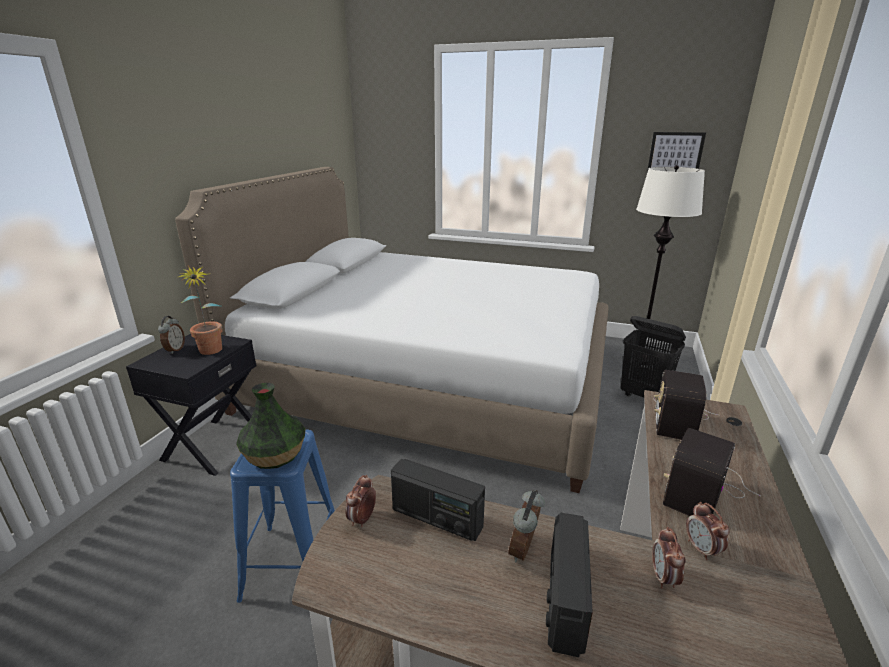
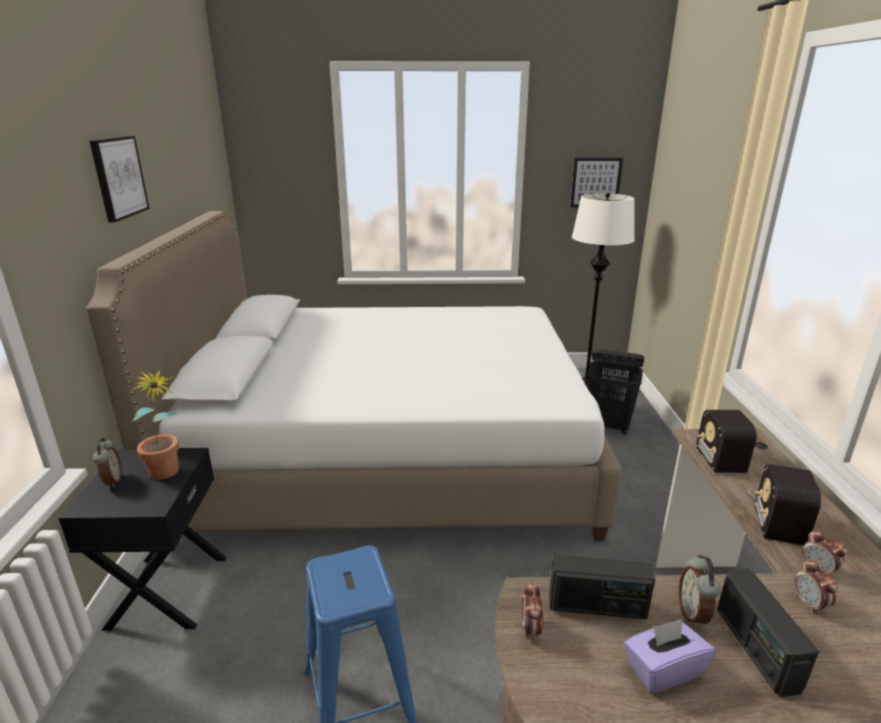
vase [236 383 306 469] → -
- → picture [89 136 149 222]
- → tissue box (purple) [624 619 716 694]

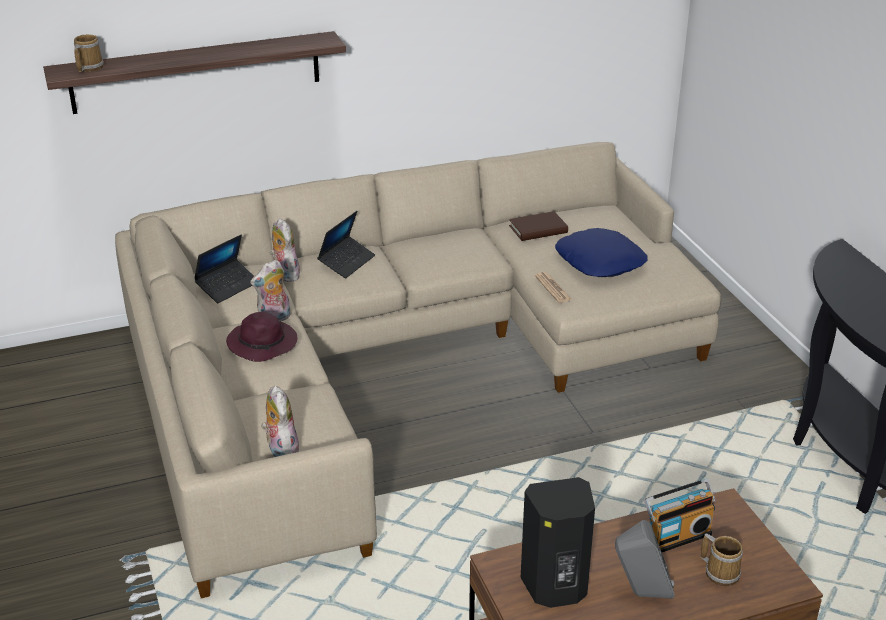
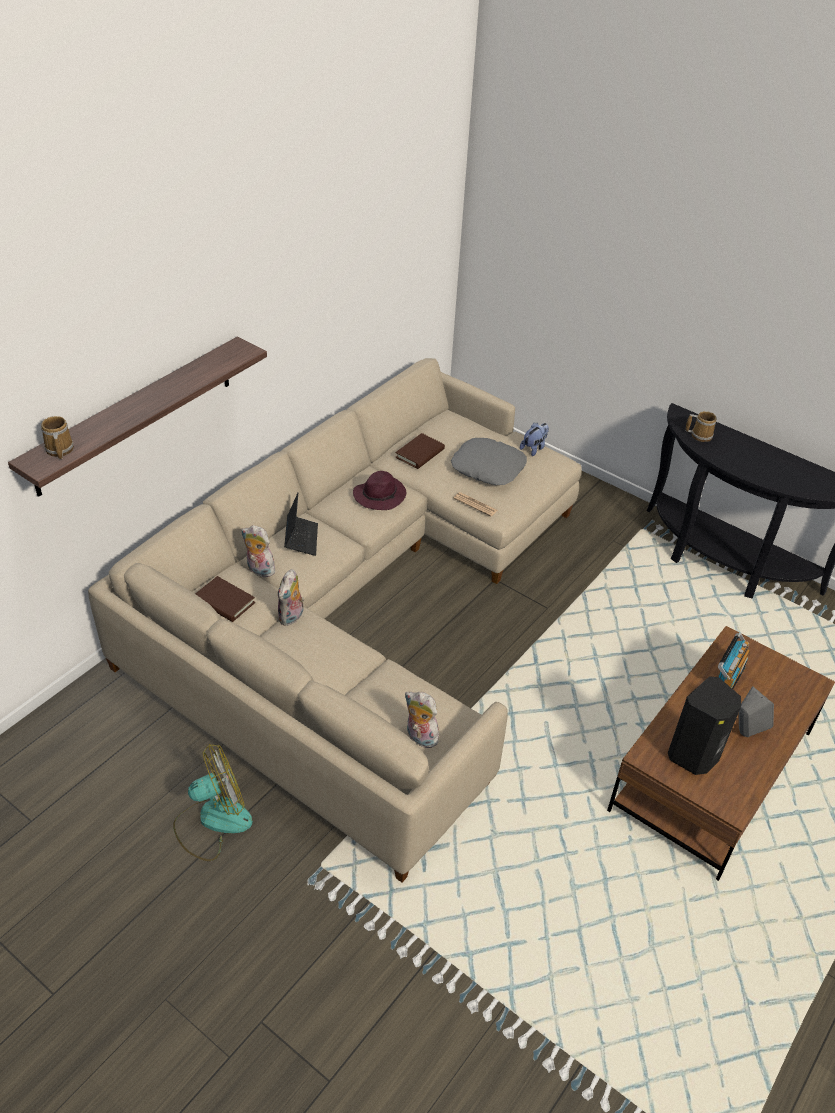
- → fan [173 744 253 861]
- → plush toy [520 423 549 456]
hat (purple) [226 312 297 362] → hat (purple) [353 471 406 510], shifted
mug [701 534 743 586] → mug [685 411 717 442], shifted
laptop [195 235 254 303] → book (brown) [196 576 255 622]
pillow (blue) [555 228 648 277] → pillow (grey) [451 438 527 485]

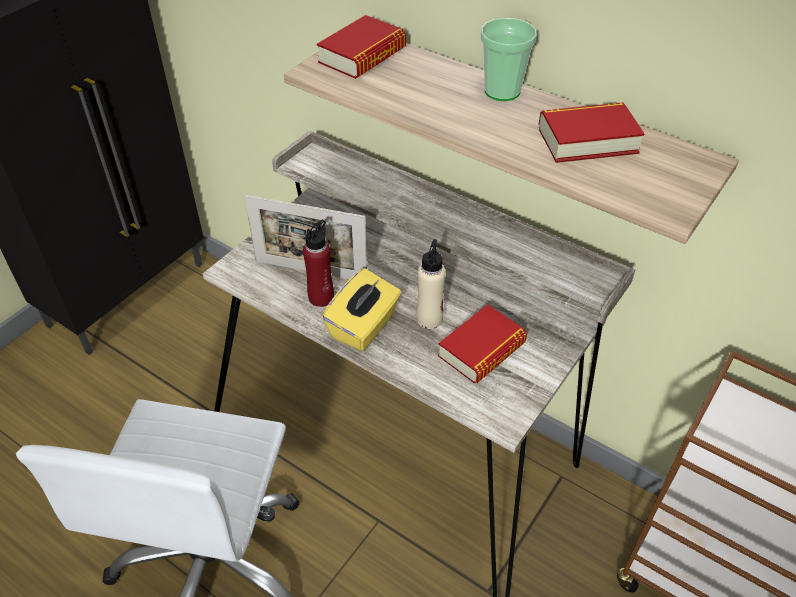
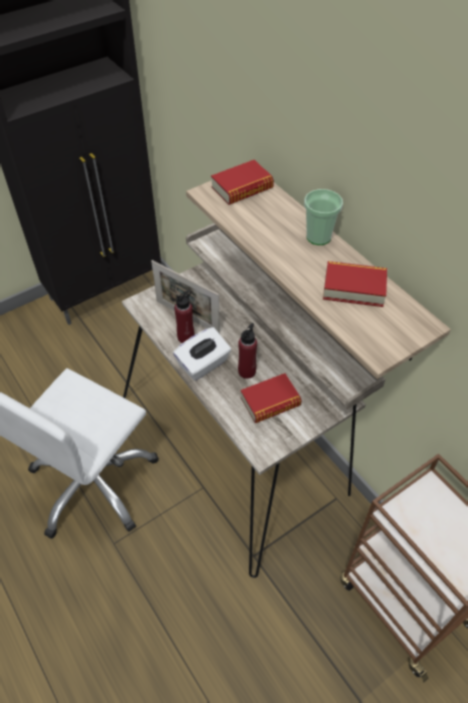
tissue box (yellow) [322 268 401 351] → tissue box (white) [173 327 231 381]
bottle (beige) [416 239 446 329] → bottle (red) [238 323 257 379]

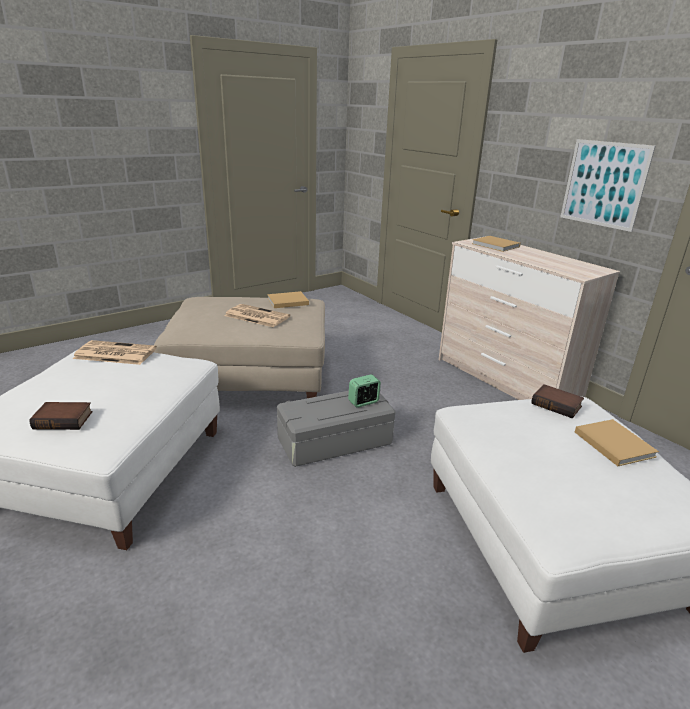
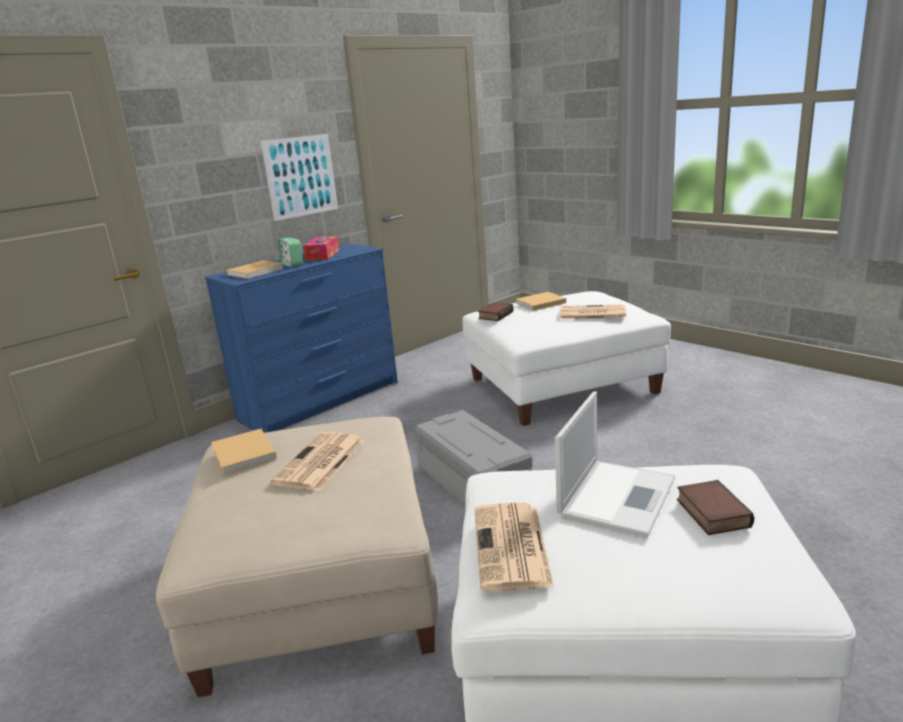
- → tissue box [303 236 340 261]
- → laptop [555 391 675 538]
- → newspaper [560 304 626 319]
alarm clock [348 374 381 408] → alarm clock [278 238 303 267], shifted
dresser (beige) [439 237 620 400] → dresser (blue) [205 243 398 433]

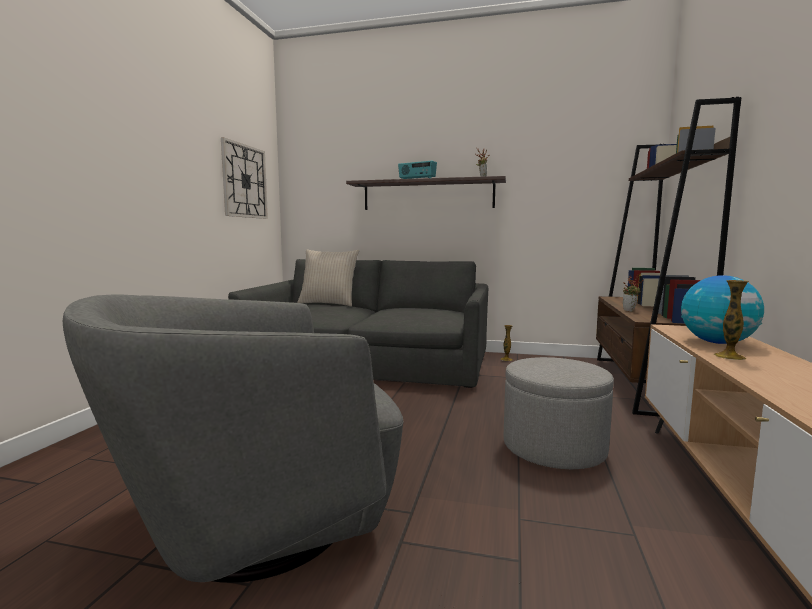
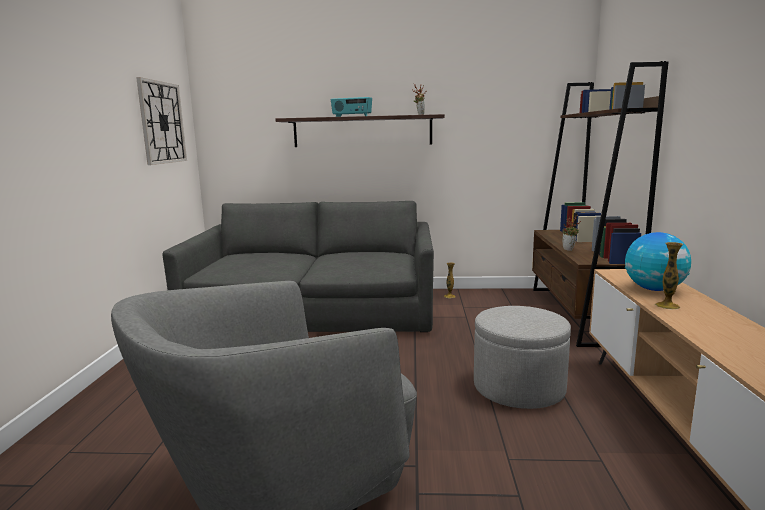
pillow (beige) [297 250 359 307] → -

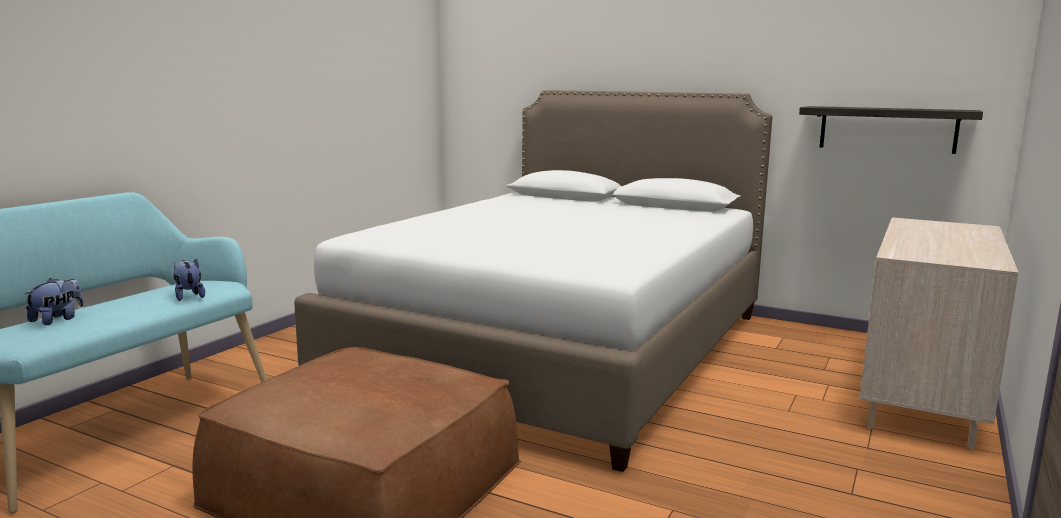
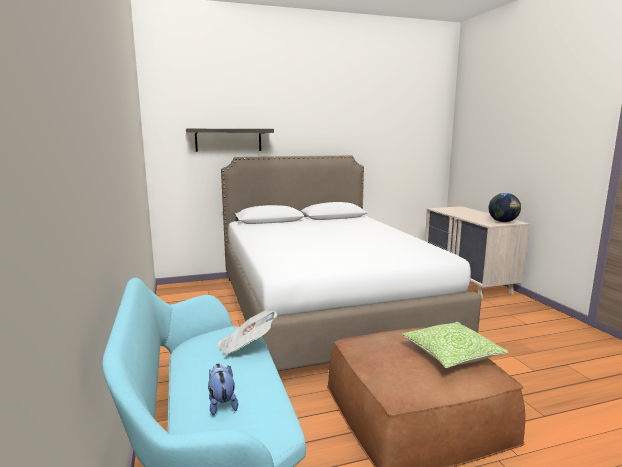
- → pillow [401 322 509 368]
- → globe [489 193 521 222]
shelf [799 106 983 154] → shelf [186 129 274 152], shifted
plush toy [173 259 205 301] → newspaper [217 310 277 356]

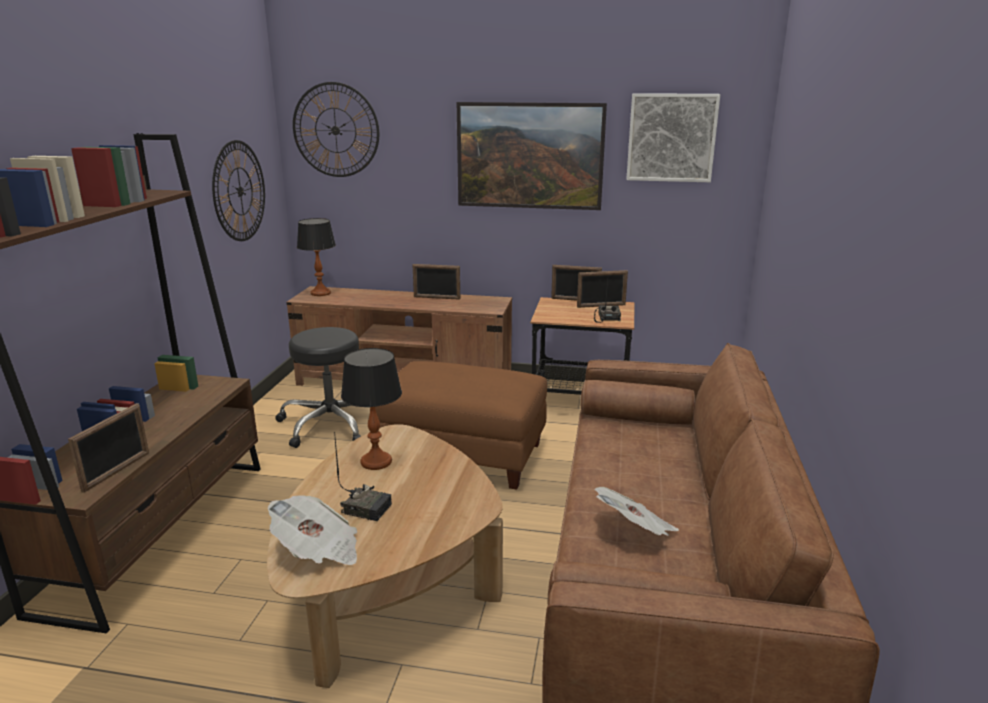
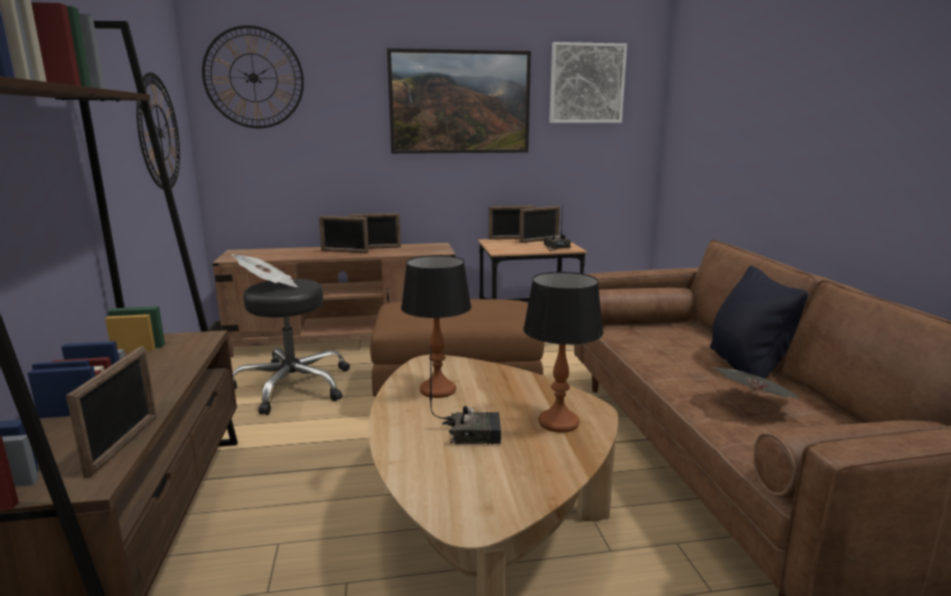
- → picture frame [319 216 369 253]
- → pillow (black) [710 266 808 379]
newspaper [268 495 357 565] → newspaper [232 254 298 287], shifted
table lamp [297 218 336 296] → table lamp [523 272 603 432], shifted

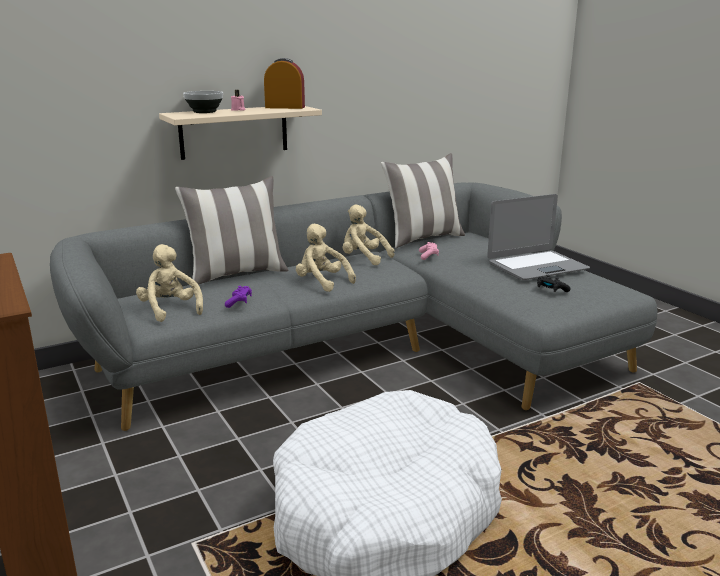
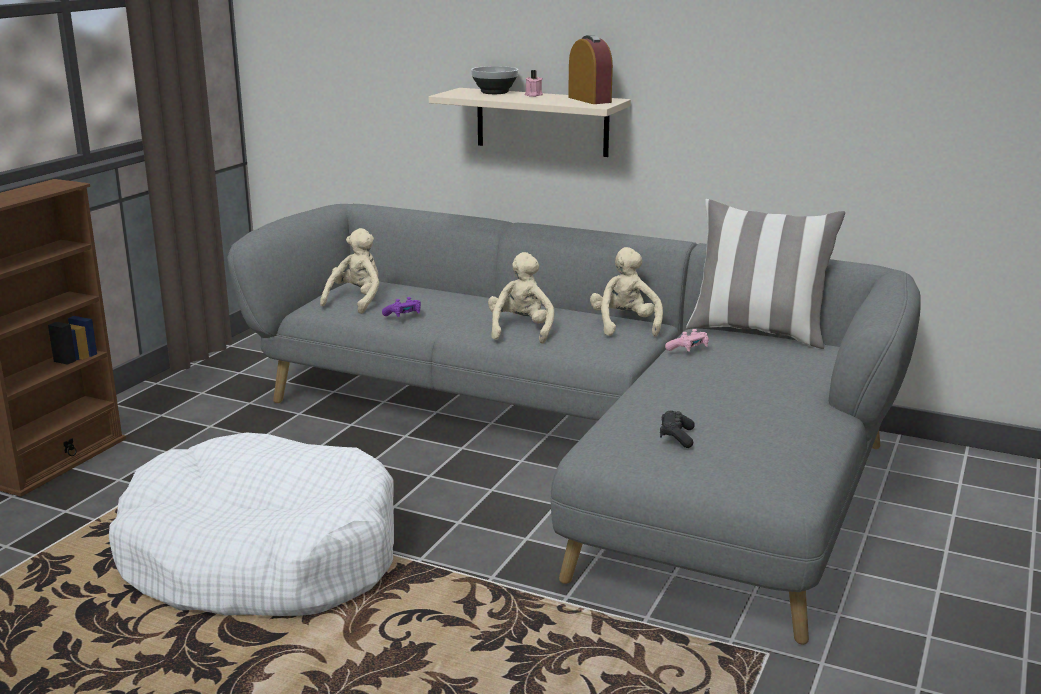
pillow [175 176 288 285] → -
laptop [487 194 590 280] → -

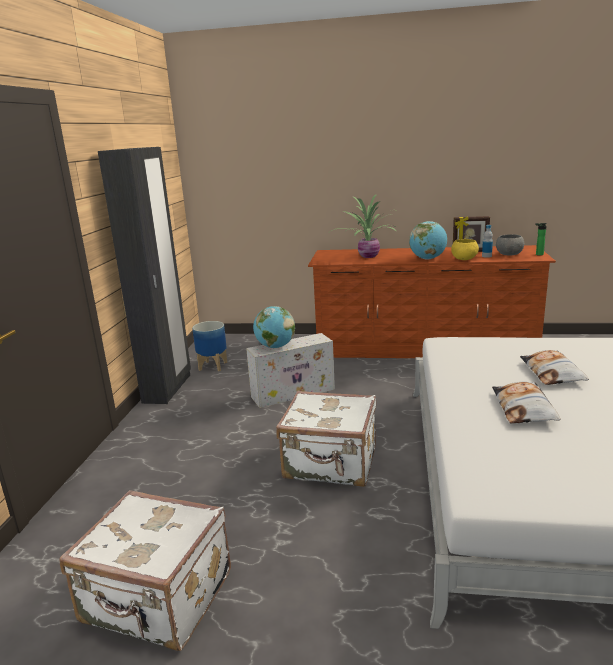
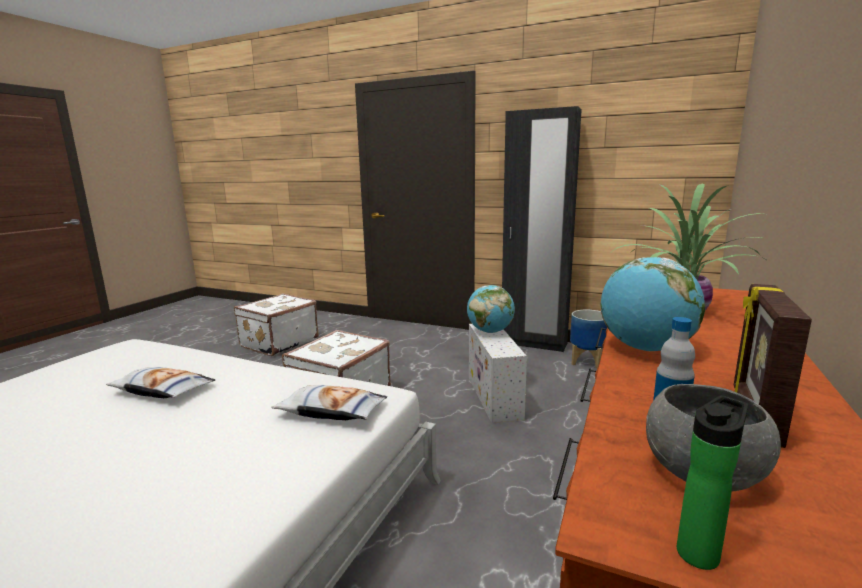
bowl (yellow) [451 239 479 260] → -
pillow [520 350 589 385] → pillow [271 385 387 420], shifted

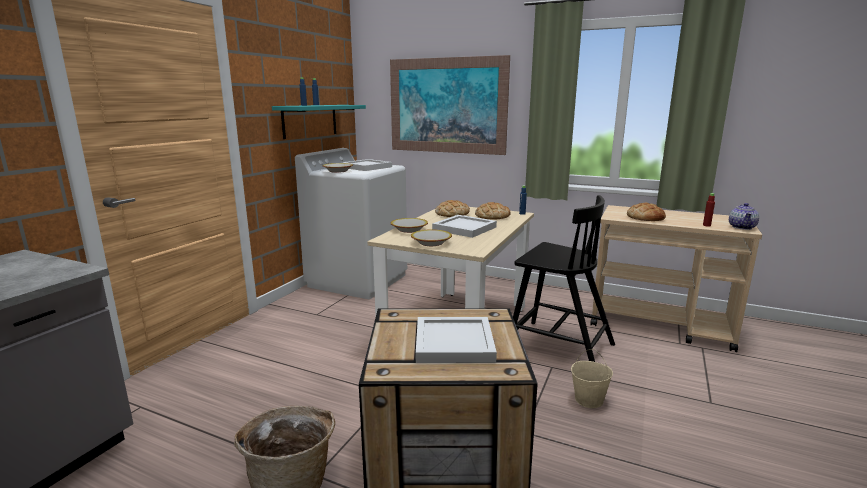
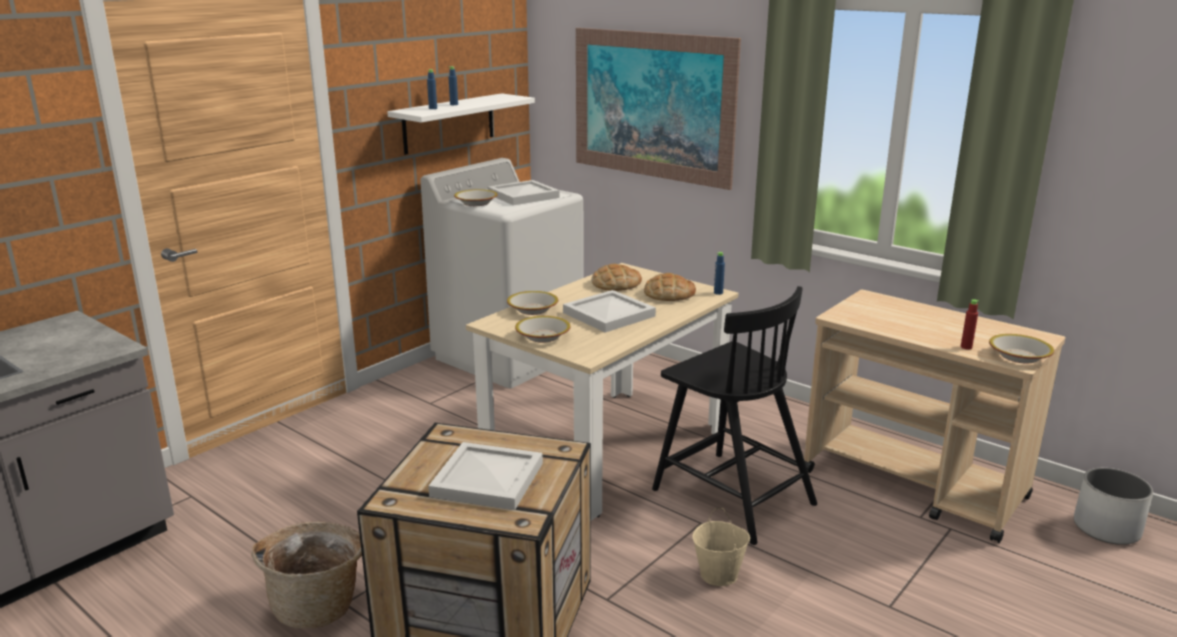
bread [627 203 666 221] → -
- → planter (white) [1074 468 1153 545]
teapot [729 203 759 230] → bowl [989 334 1054 364]
shelf (turquoise) [272 105 366 139] → shelf (white) [387 93 535 155]

